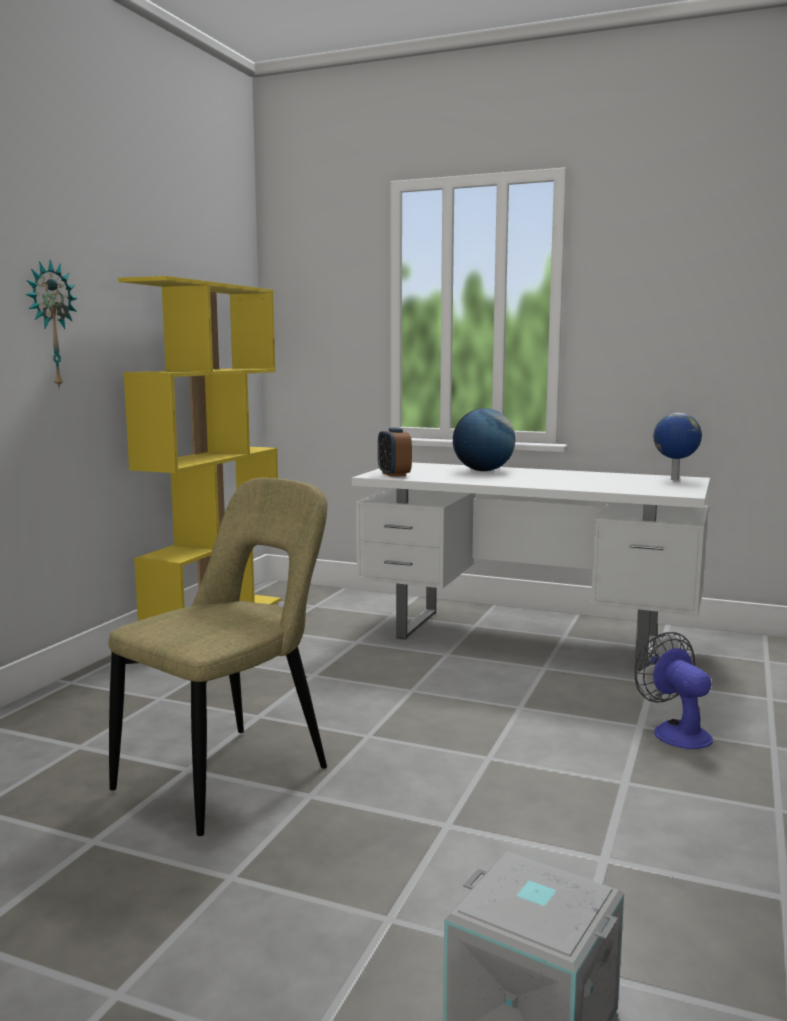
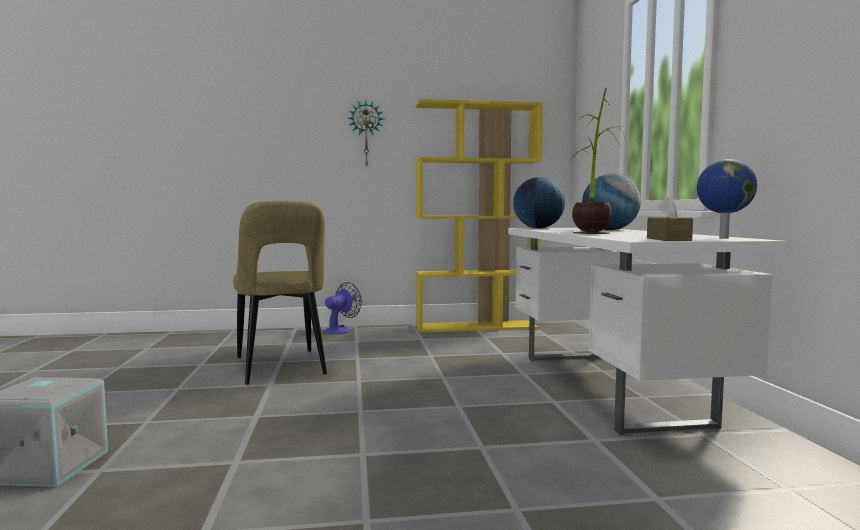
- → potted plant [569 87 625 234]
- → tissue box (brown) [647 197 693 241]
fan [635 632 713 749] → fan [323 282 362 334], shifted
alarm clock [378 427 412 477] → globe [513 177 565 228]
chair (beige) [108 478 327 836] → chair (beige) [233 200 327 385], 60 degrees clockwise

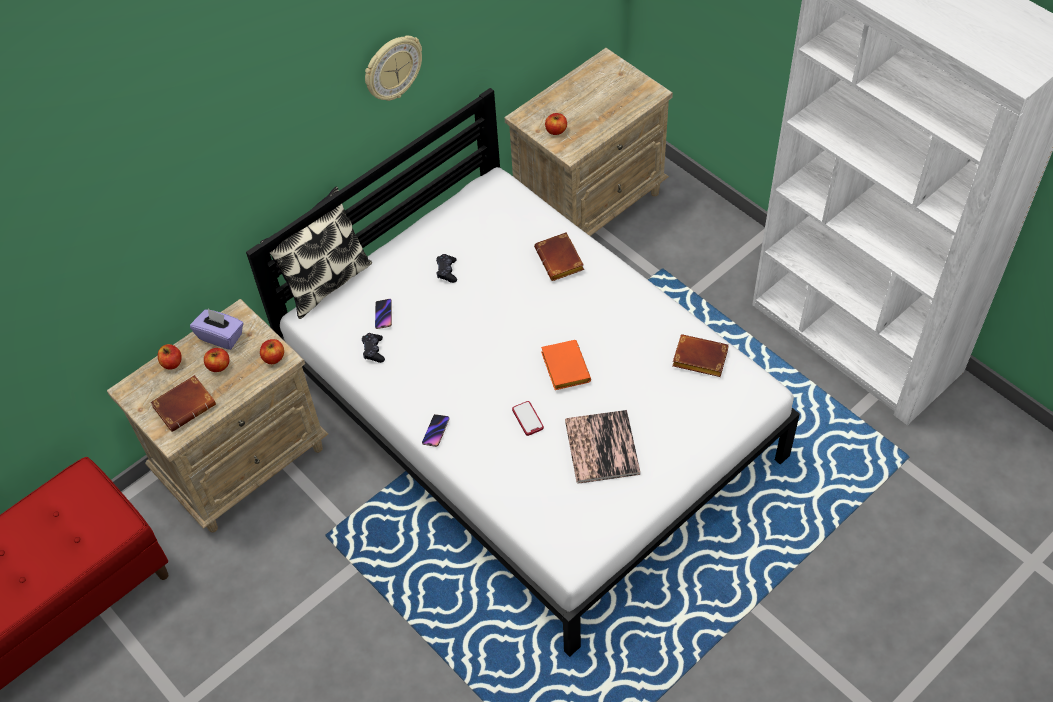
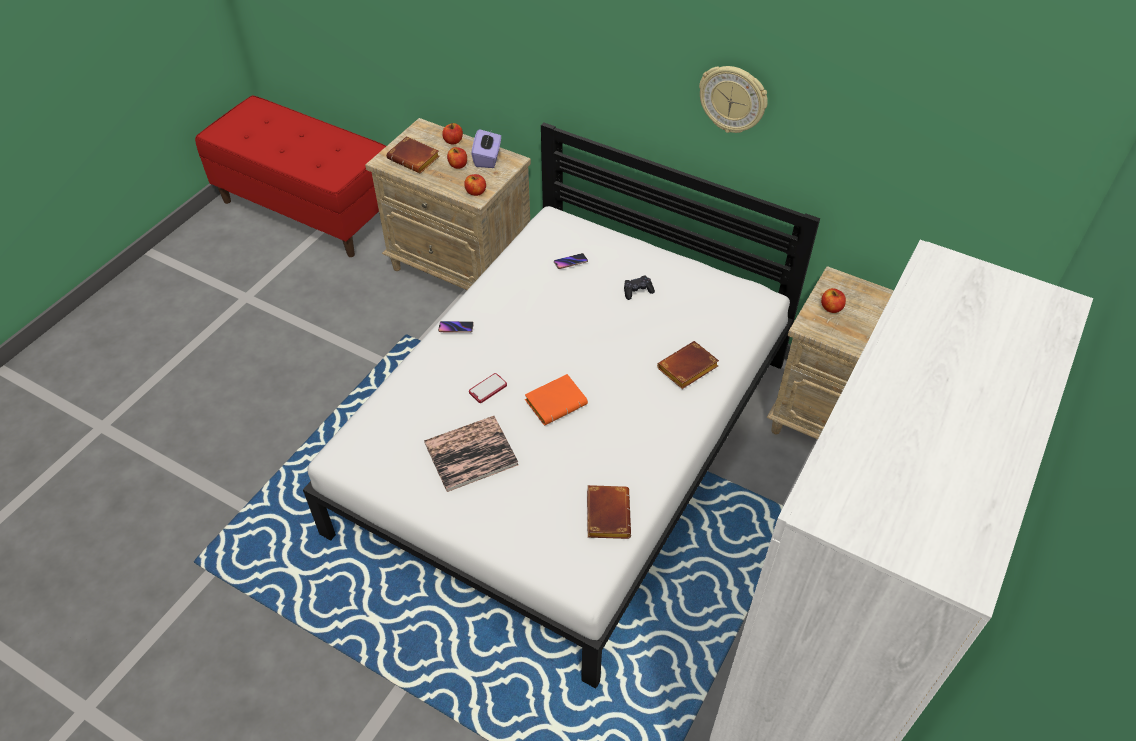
pillow [260 186 372 319] → -
game controller (black) [362 333 385 363] → -

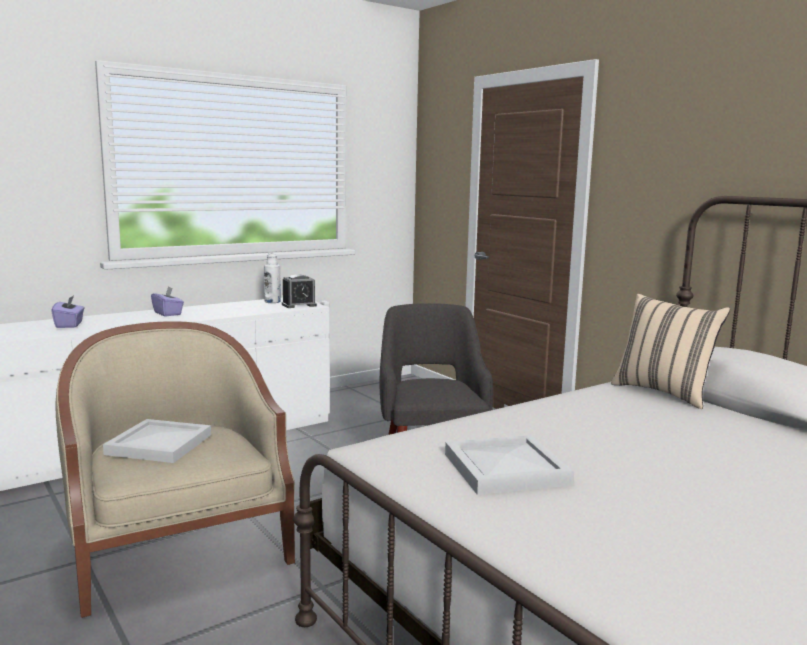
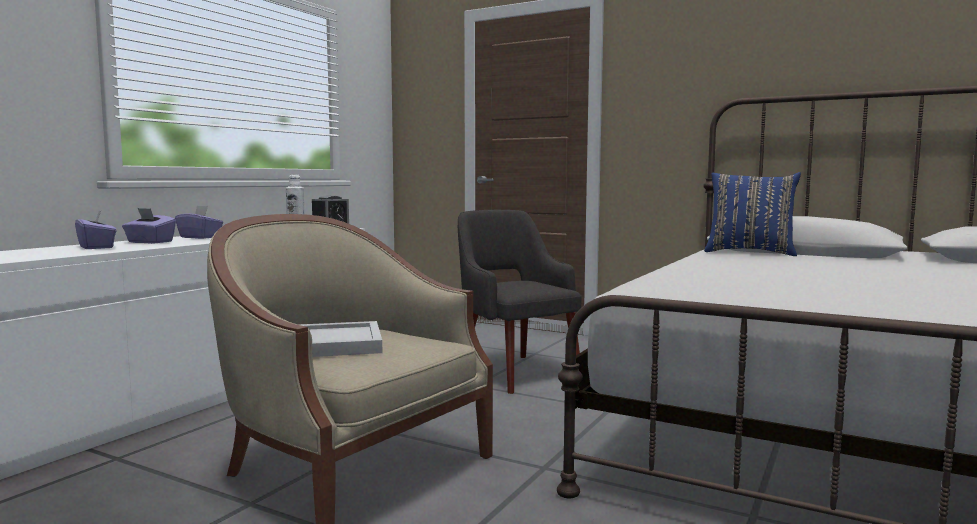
tray (white) [445 435 574 495] → -
- → tissue box (purple) [122 208 176 244]
pillow (beige) [611 294 730 409] → pillow (blue) [704 172 801 256]

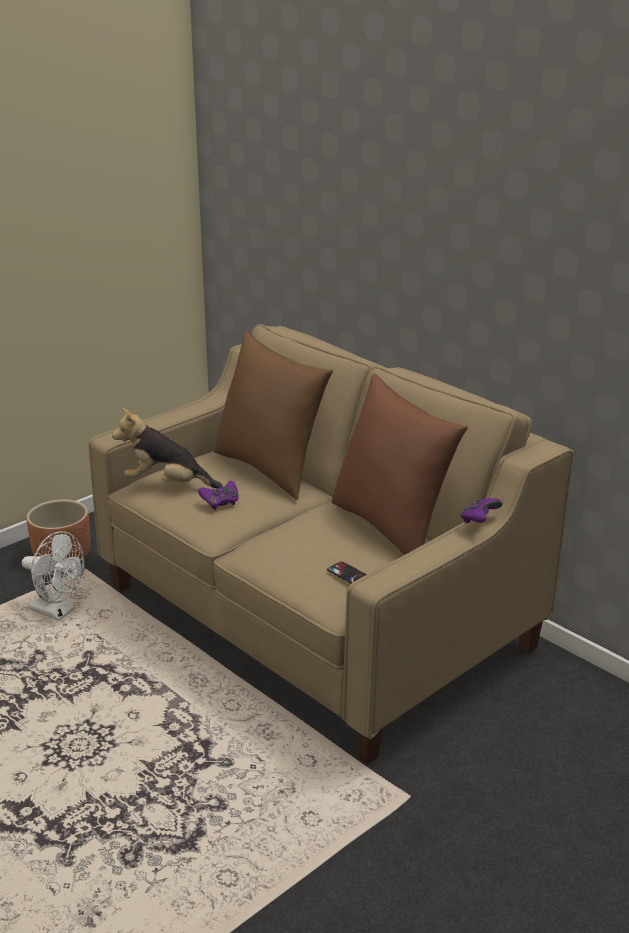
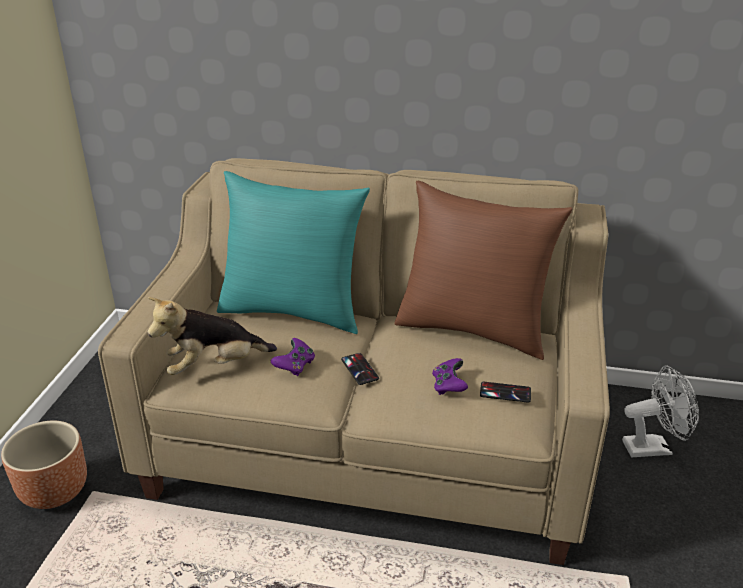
- → phone [341 353 379 385]
fan (white) [22 531 85 621] → fan (white) [622 365 699 457], shifted
game controller (purple) [461 498 503 523] → game controller (purple) [432 358 468 395], shifted
pillow (brown) [214 331 333 500] → pillow (turquoise) [217 171 370 334]

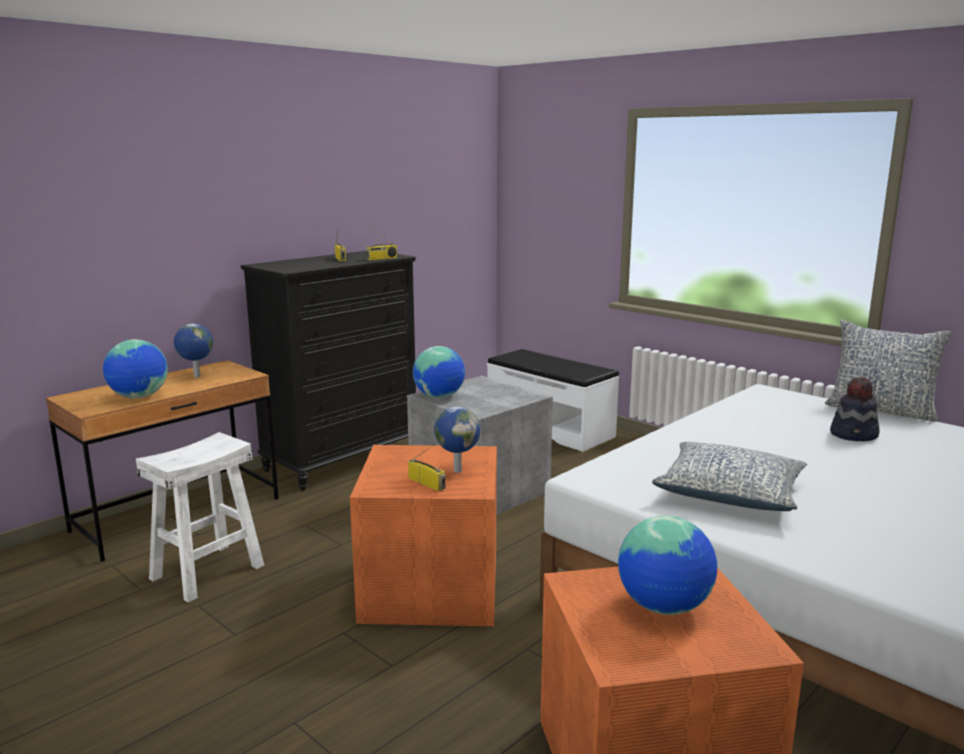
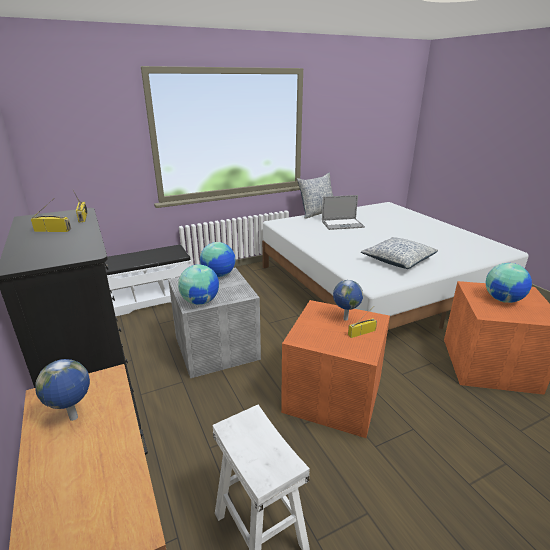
globe [103 339 168 399] → globe [200 242 235 277], shifted
hat [830 377 880 441] → laptop [322 195 365 230]

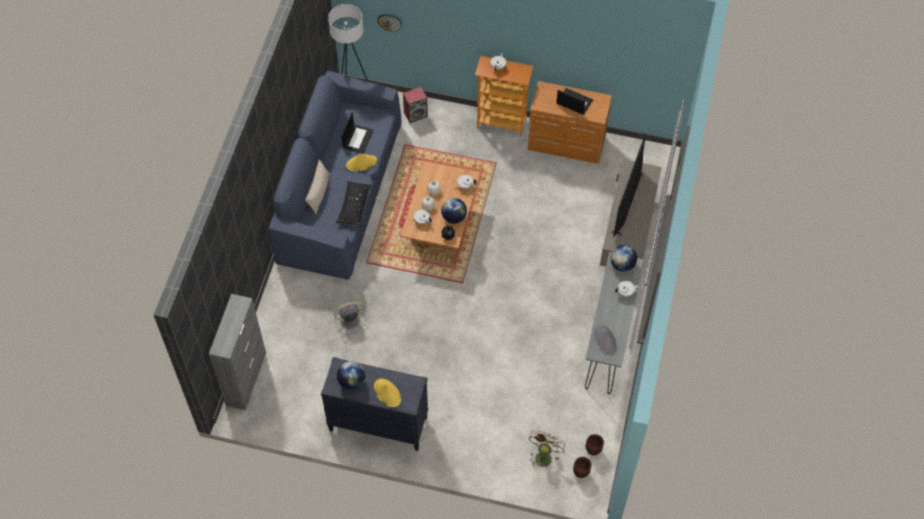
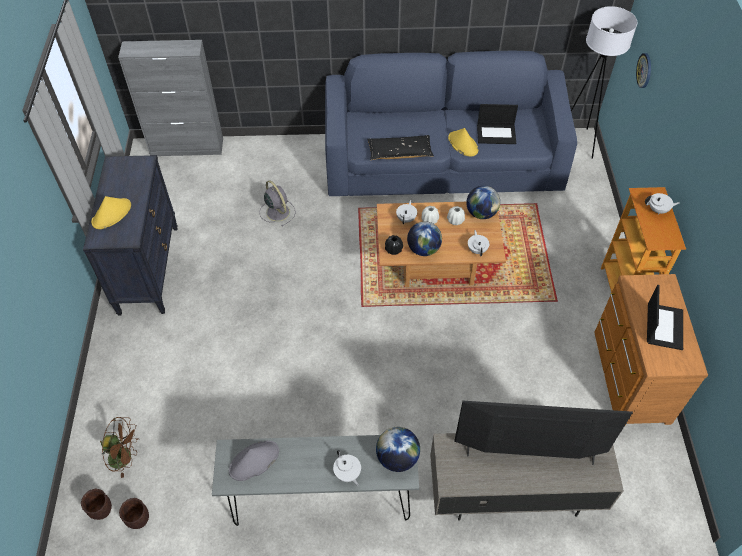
pillow (beige) [305 159 330 214] → -
speaker [403 87 428 123] → -
globe [337 361 365 390] → globe [466 186 500 219], shifted

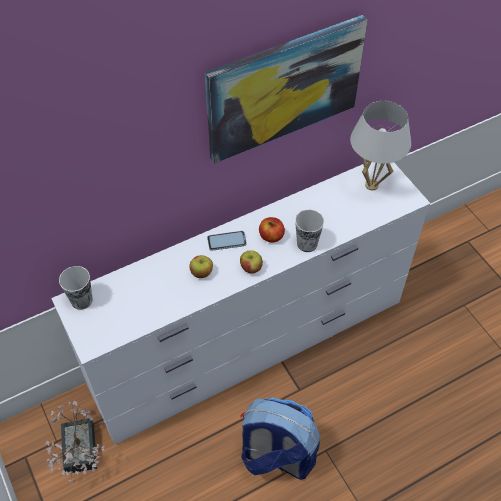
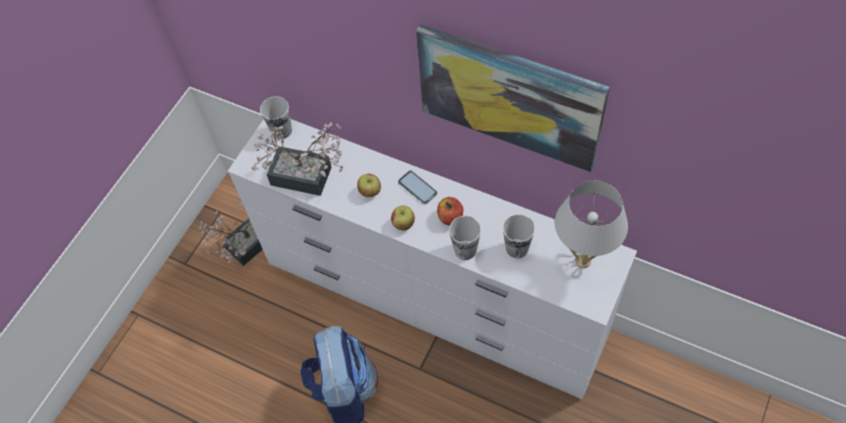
- → potted plant [251 122 343 196]
- → cup [503 214 535 258]

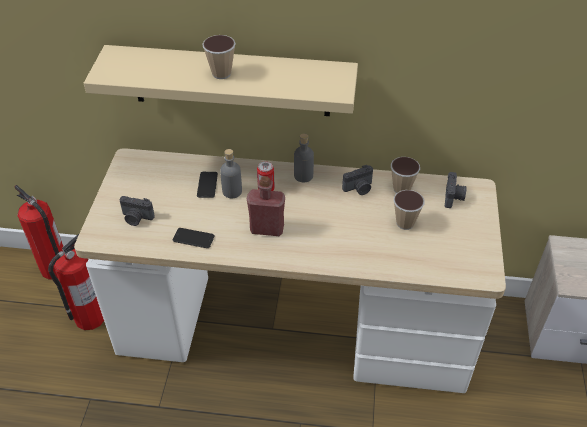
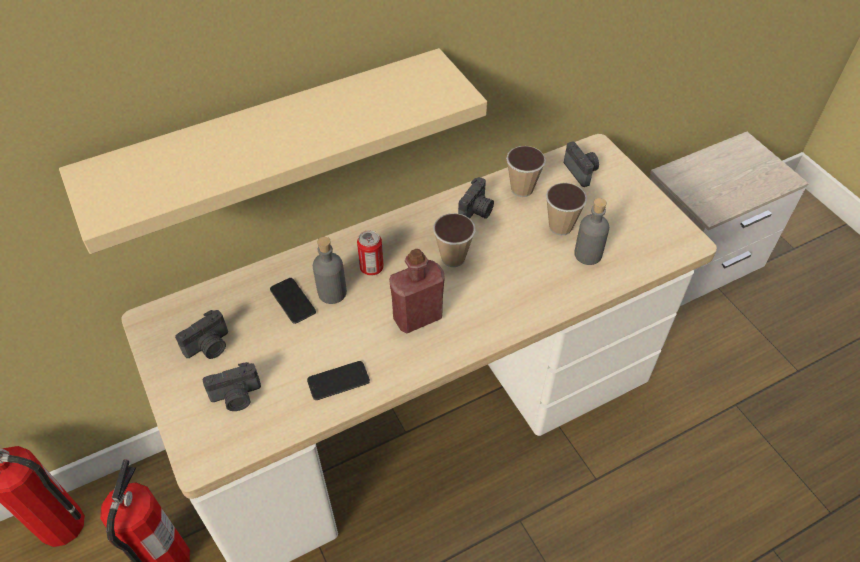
- → photo camera [175 310 228 359]
cup [202 35 236 79] → cup [433 213 476 267], shifted
bottle (grey) [294 133 314 182] → bottle (grey) [574 198 609 265], shifted

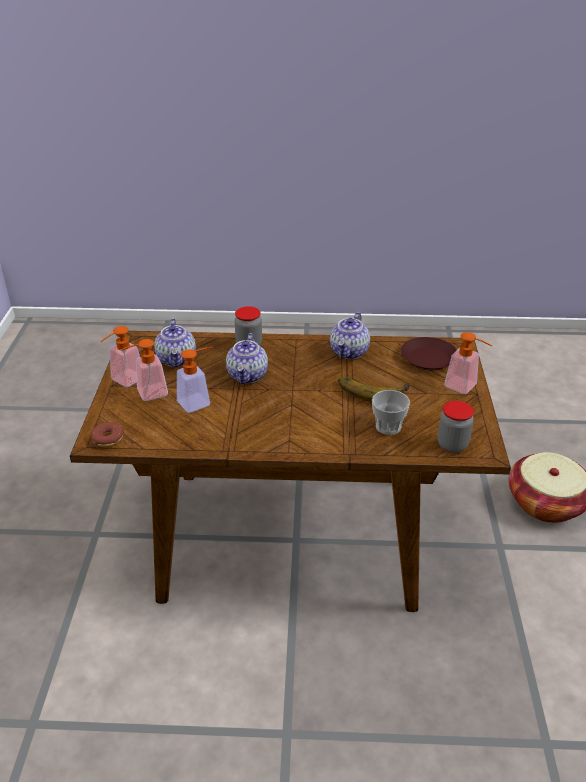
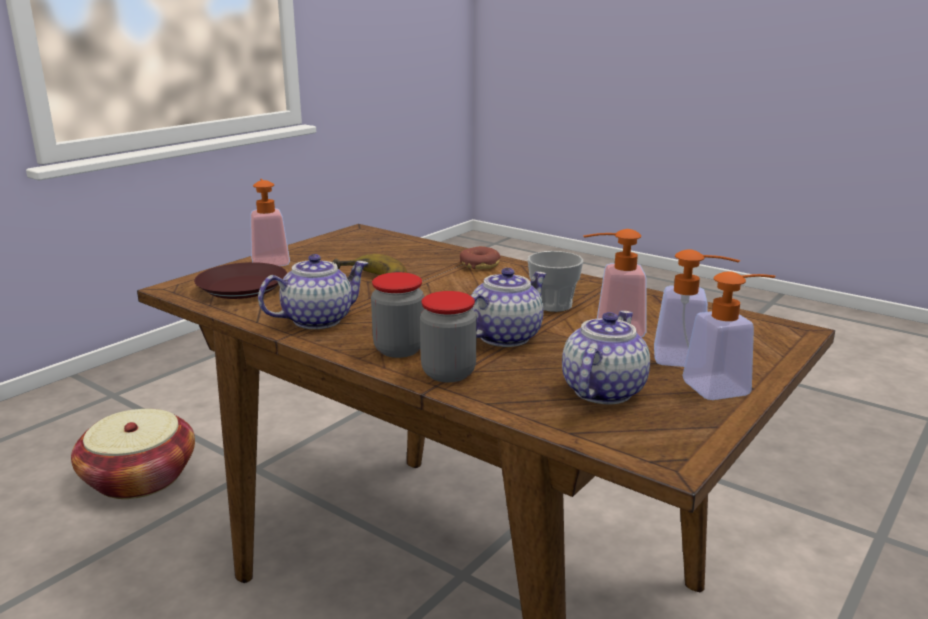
donut [91 422 124 447] → donut [460 246 500 269], shifted
cup [372 390 410 435] → cup [528 251 583 312], shifted
jar [438 401 474 453] → jar [371 272 424 358], shifted

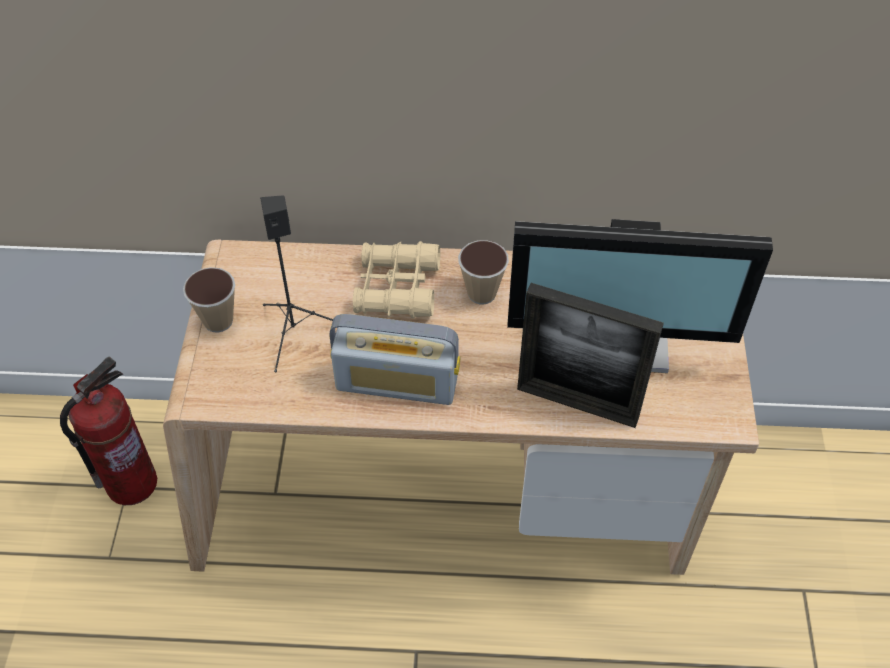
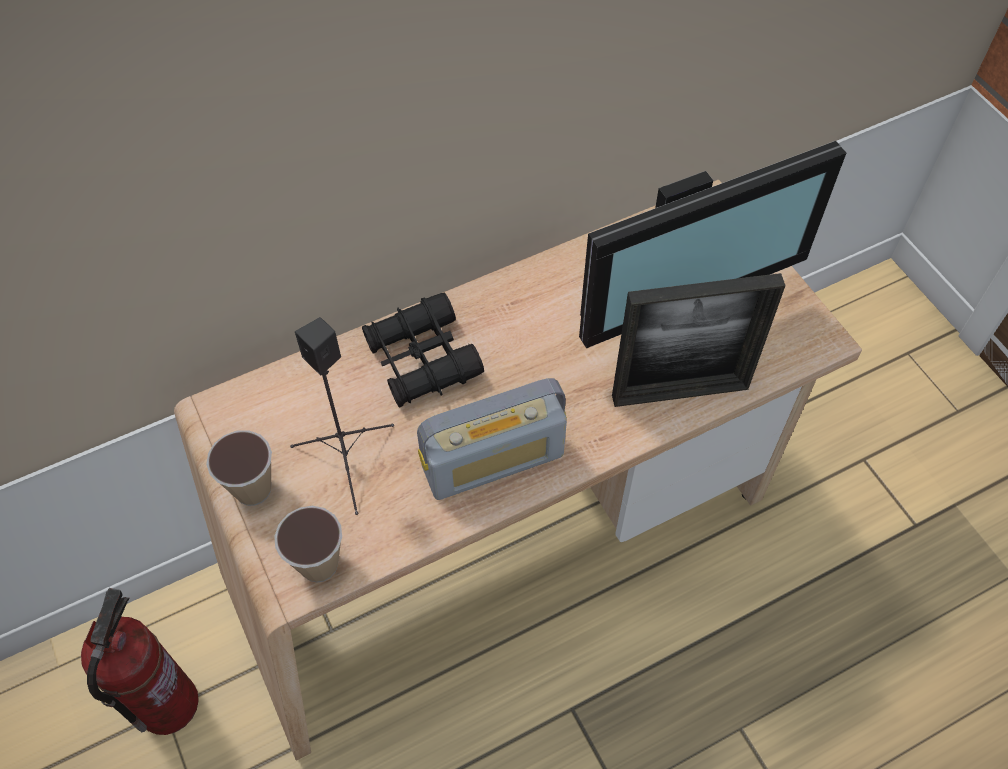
cup [458 240 509 304] → cup [274 506 342 582], shifted
binoculars (beige) [353 241 440 318] → binoculars (black) [362 293 484 408]

